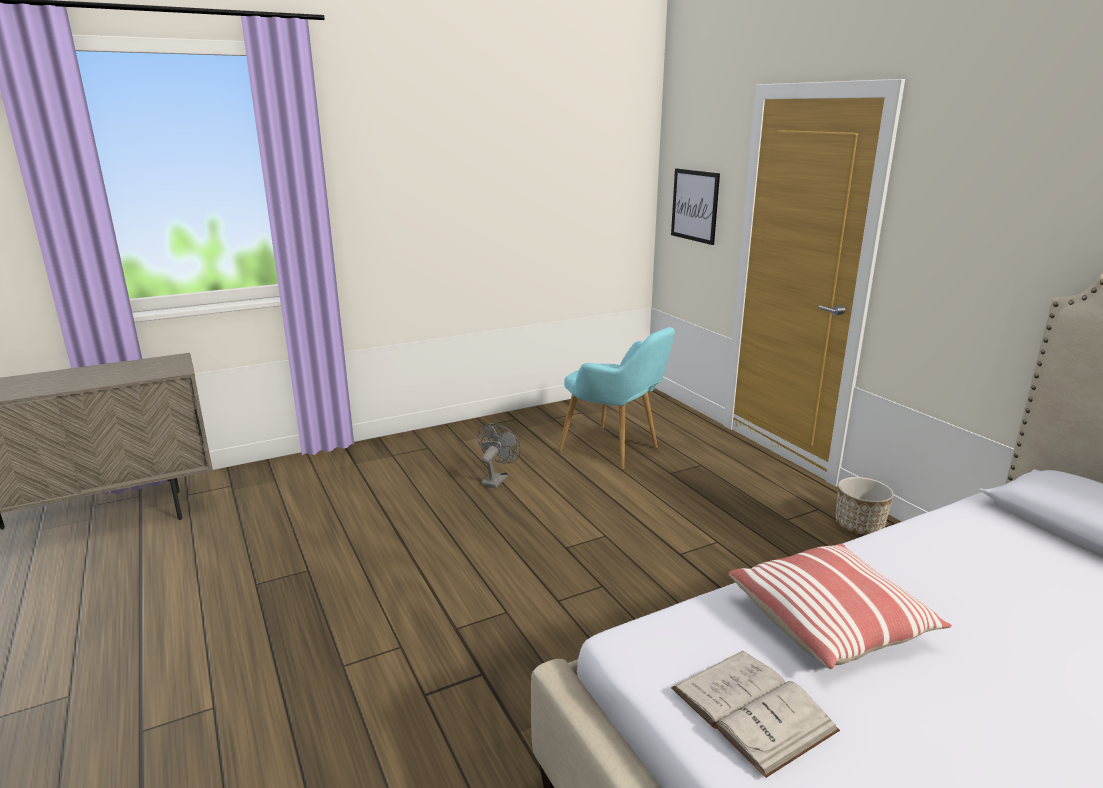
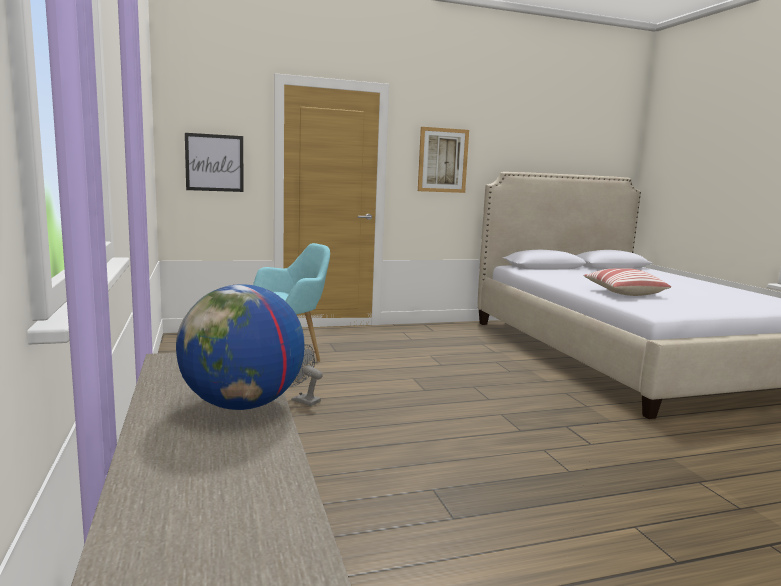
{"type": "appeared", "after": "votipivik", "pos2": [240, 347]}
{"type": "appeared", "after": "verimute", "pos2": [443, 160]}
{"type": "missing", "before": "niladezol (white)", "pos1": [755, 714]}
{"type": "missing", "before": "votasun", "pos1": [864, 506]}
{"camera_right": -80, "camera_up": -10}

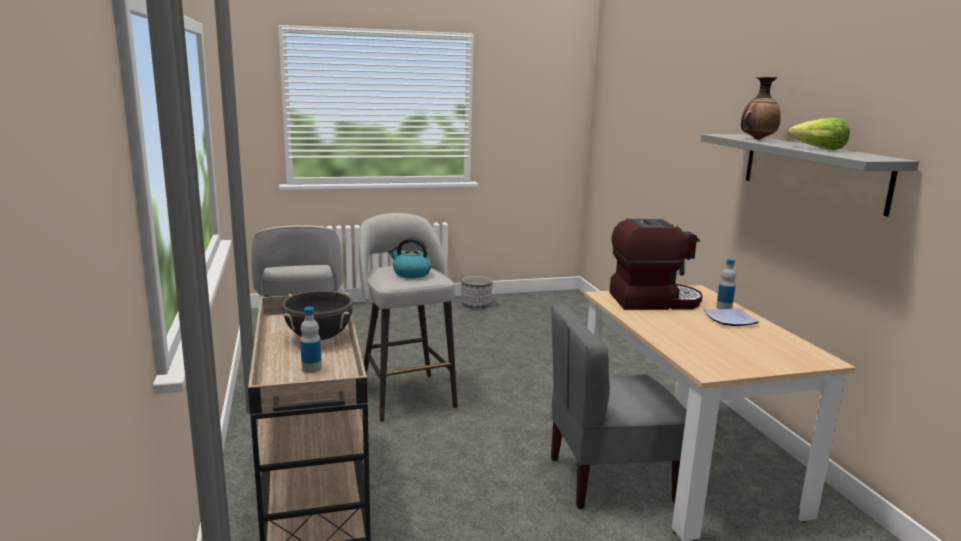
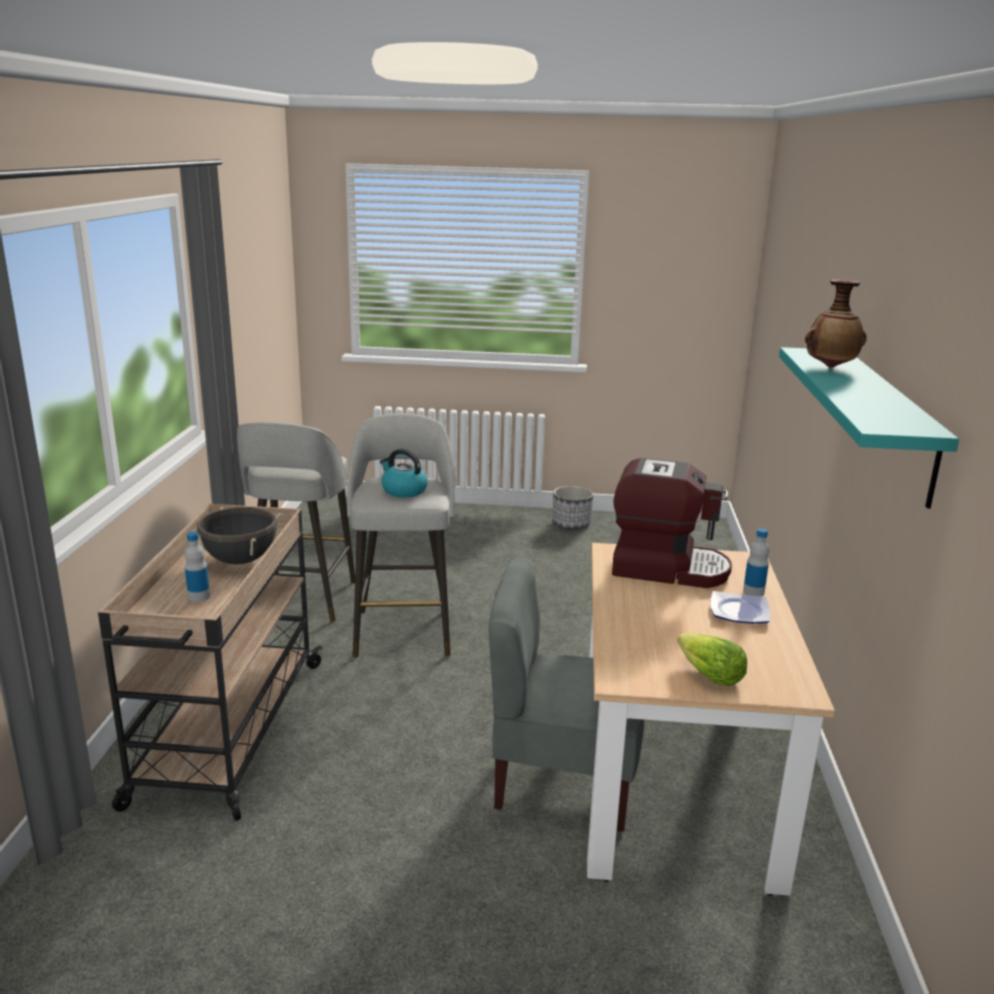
{"type": "relocated", "before": "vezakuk", "pos1": [819, 134], "pos2": [712, 659]}
{"type": "colour", "before": "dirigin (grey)", "after": "dirigin (turquoise)", "pos1": [810, 175], "pos2": [869, 428]}
{"camera_right": 20, "camera_up": 5}

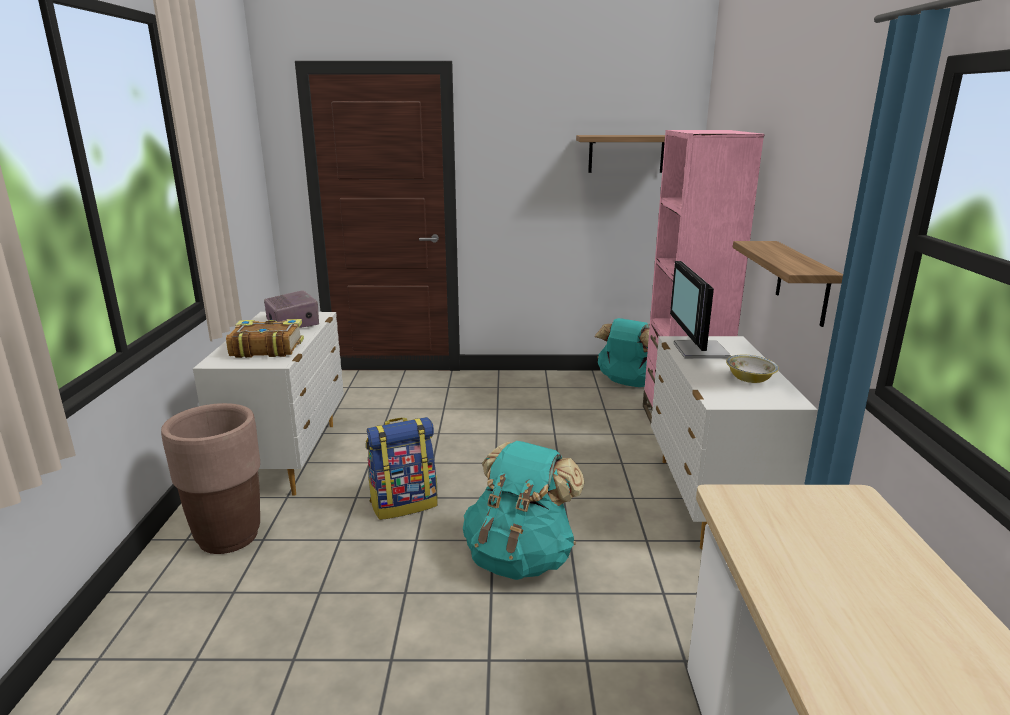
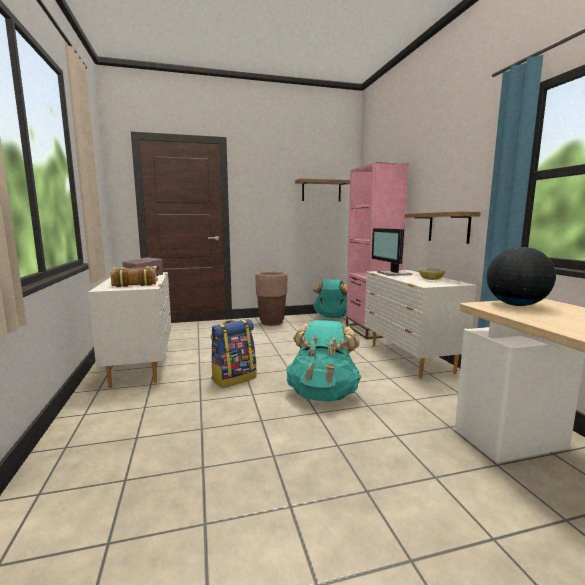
{"type": "relocated", "before": "votasun (brown)", "pos1": [210, 478], "pos2": [271, 298]}
{"type": "appeared", "after": "votipivik", "pos2": [521, 276]}
{"camera_right": -15, "camera_up": -10}

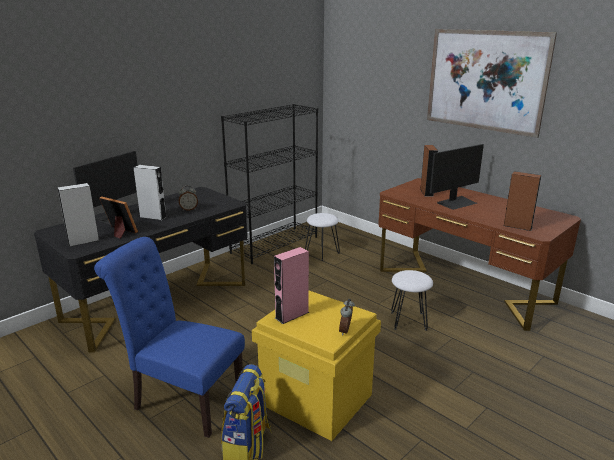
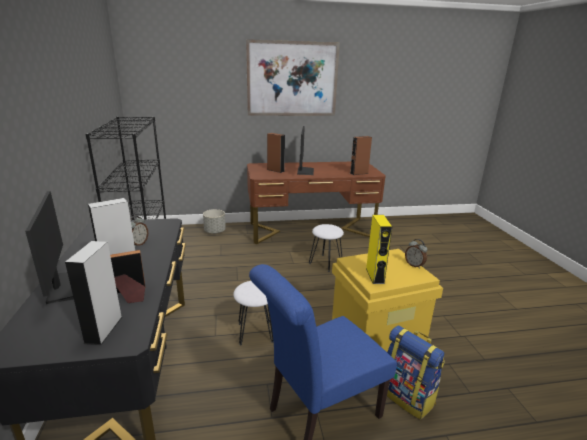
{"type": "appeared", "after": "votasun (grey)", "pos2": [214, 221]}
{"type": "relocated", "before": "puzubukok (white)", "pos1": [322, 237], "pos2": [253, 313]}
{"type": "colour", "before": "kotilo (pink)", "after": "kotilo (yellow)", "pos1": [291, 285], "pos2": [379, 249]}
{"camera_right": -55, "camera_up": 0}

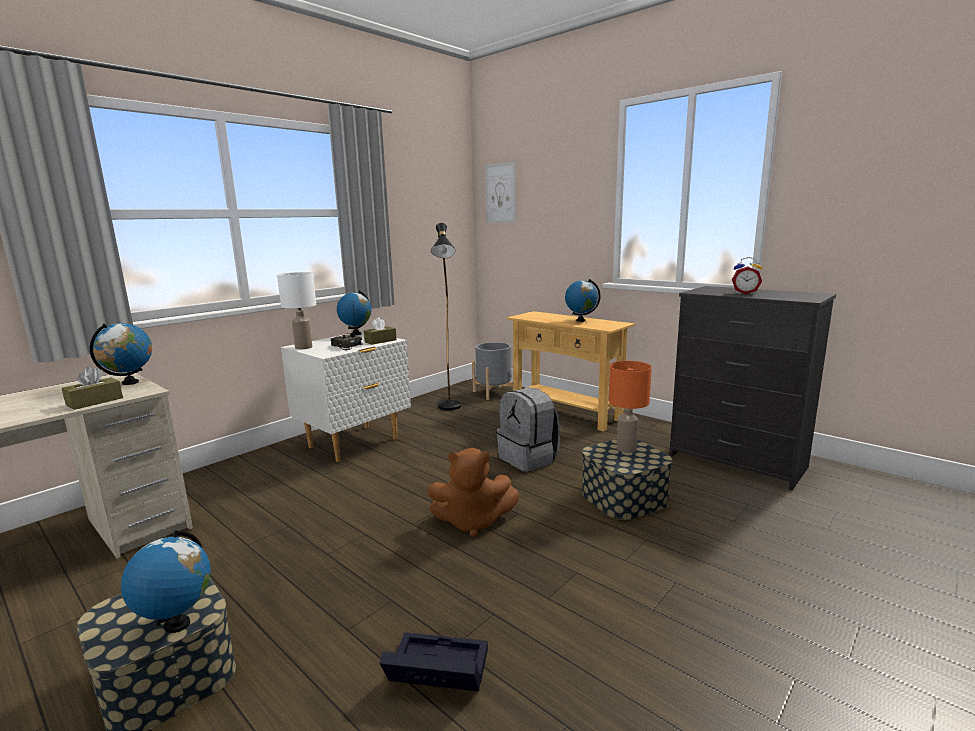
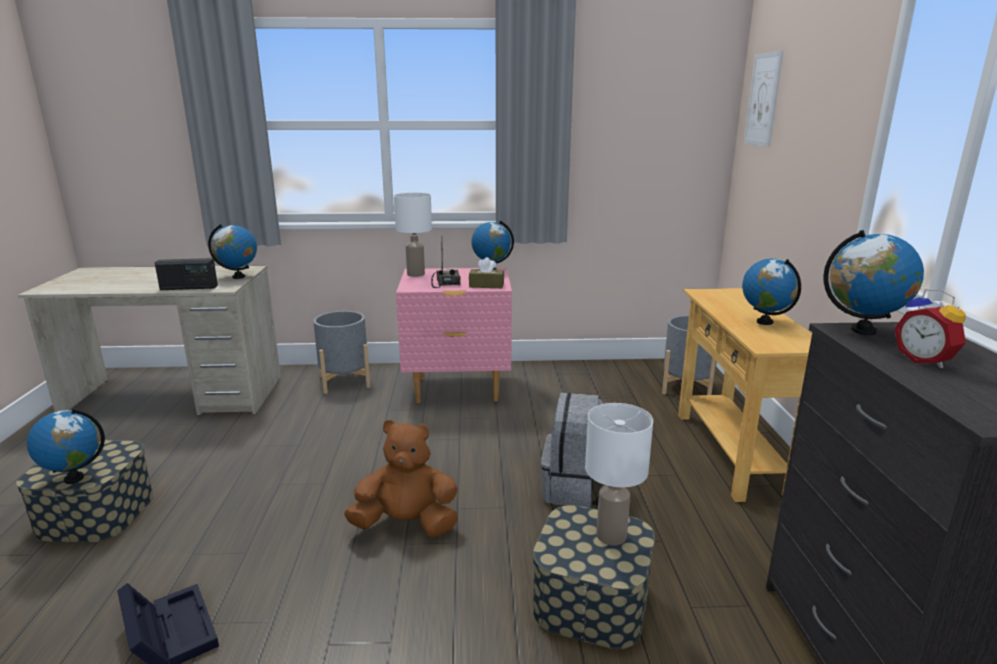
{"type": "exchanged", "before": "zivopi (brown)", "after": "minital", "pos1": [92, 388], "pos2": [186, 274]}
{"type": "appeared", "after": "votasun (grey)", "pos2": [342, 352]}
{"type": "spun", "before": "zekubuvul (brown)", "pos1": [473, 492], "pos2": [401, 478], "turn": 135}
{"type": "colour", "before": "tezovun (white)", "after": "tezovun (pink)", "pos1": [346, 396], "pos2": [454, 335]}
{"type": "colour", "before": "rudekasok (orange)", "after": "rudekasok (white)", "pos1": [630, 407], "pos2": [619, 474]}
{"type": "appeared", "after": "votipivik", "pos2": [874, 282]}
{"type": "missing", "before": "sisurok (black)", "pos1": [446, 316]}
{"camera_right": 45, "camera_up": 5}

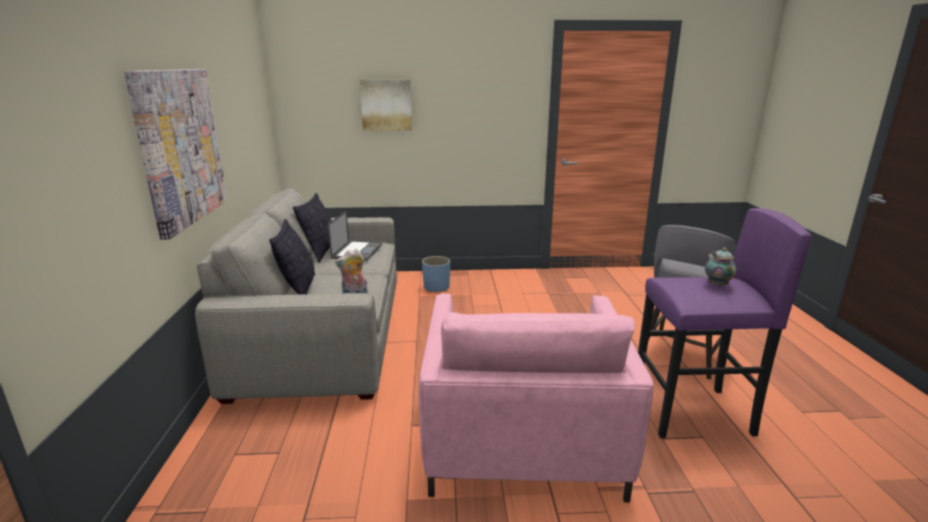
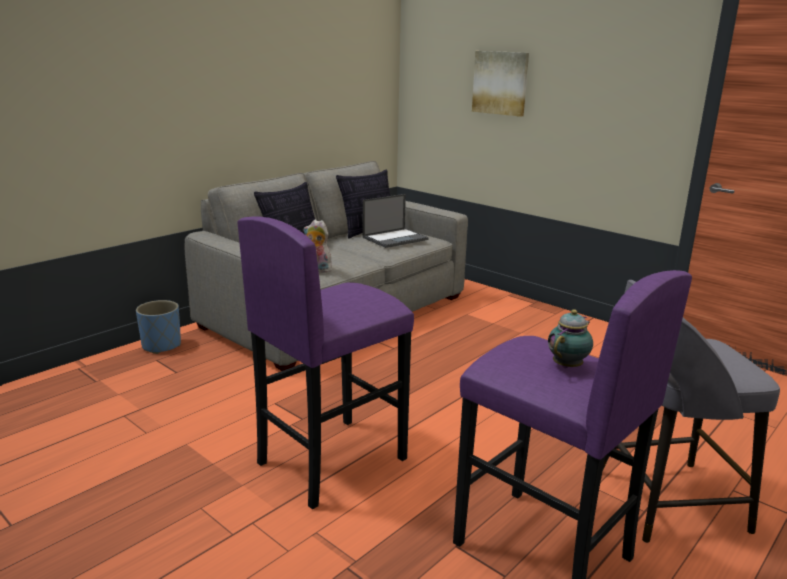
{"type": "relocated", "before": "votasun (blue)", "pos1": [436, 274], "pos2": [158, 327]}
{"type": "exchanged", "before": "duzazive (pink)", "after": "puzubukok (purple)", "pos1": [536, 398], "pos2": [326, 363]}
{"type": "missing", "before": "verimute", "pos1": [176, 154]}
{"camera_right": 45, "camera_up": 0}

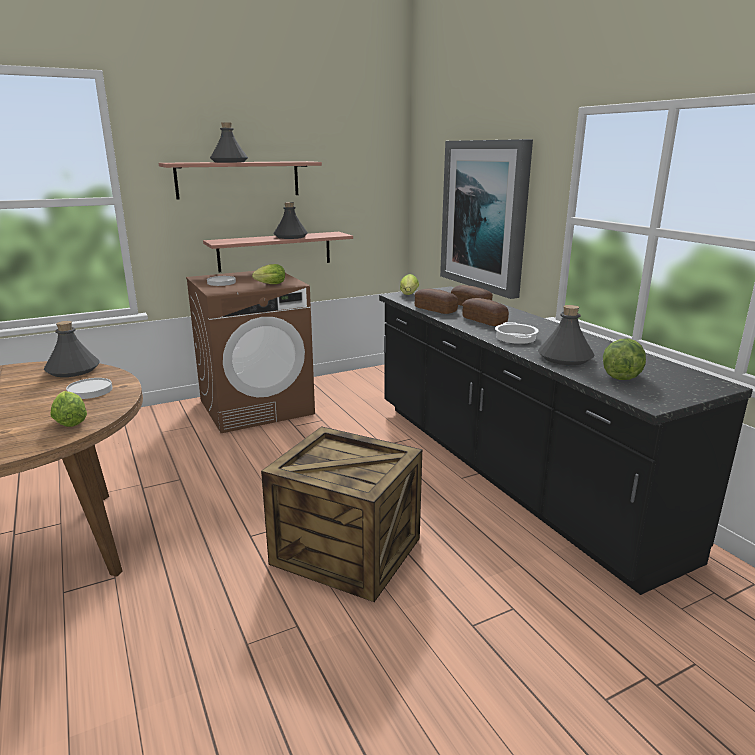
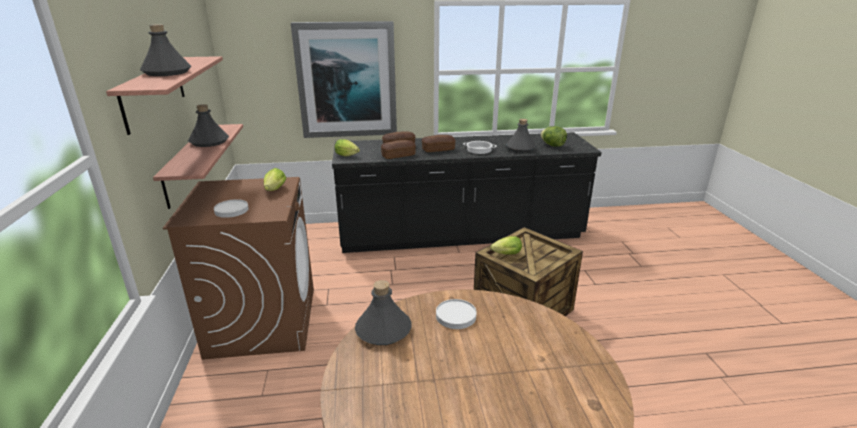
{"type": "relocated", "before": "vezakuk", "pos1": [68, 409], "pos2": [506, 245]}
{"camera_right": -70, "camera_up": 5}

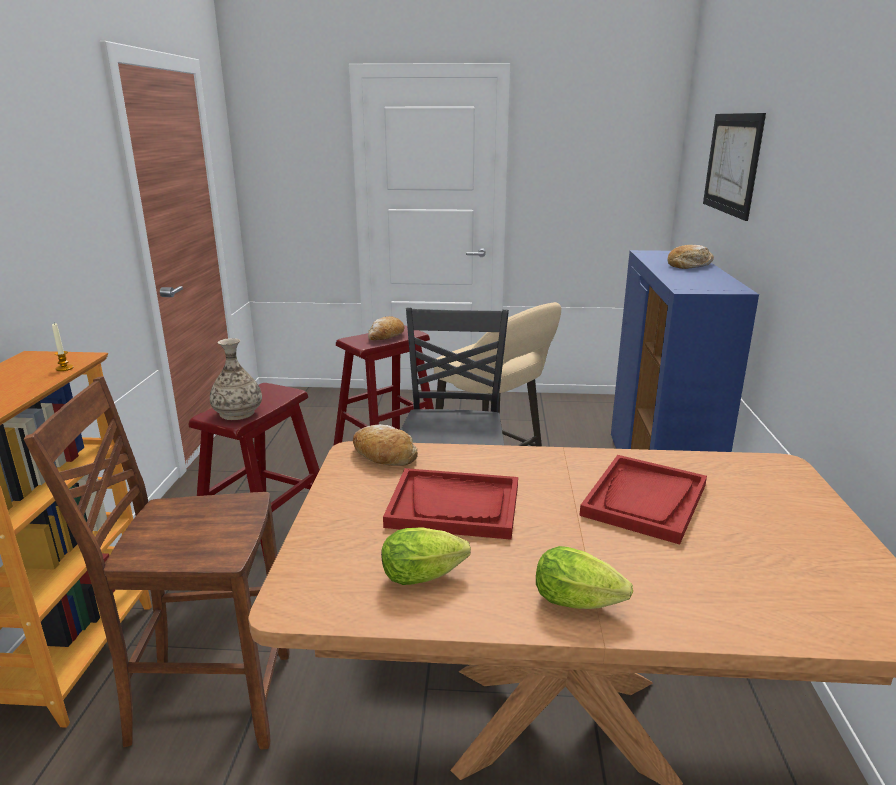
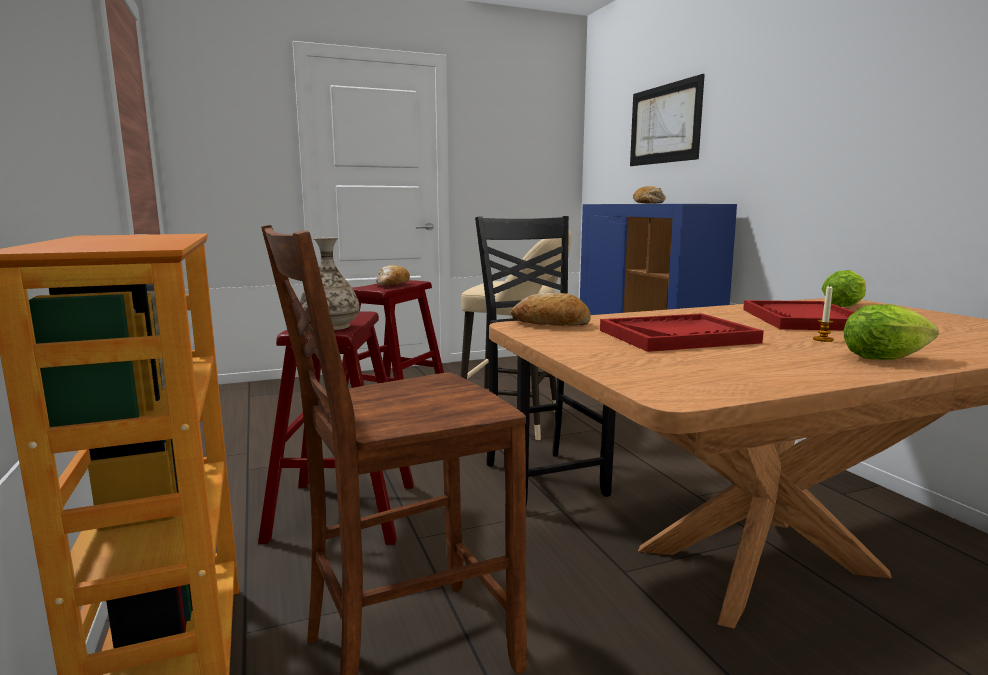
{"type": "relocated", "before": "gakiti", "pos1": [63, 347], "pos2": [823, 314]}
{"type": "relocated", "before": "vezakuk", "pos1": [426, 556], "pos2": [844, 288]}
{"camera_right": -25, "camera_up": -10}

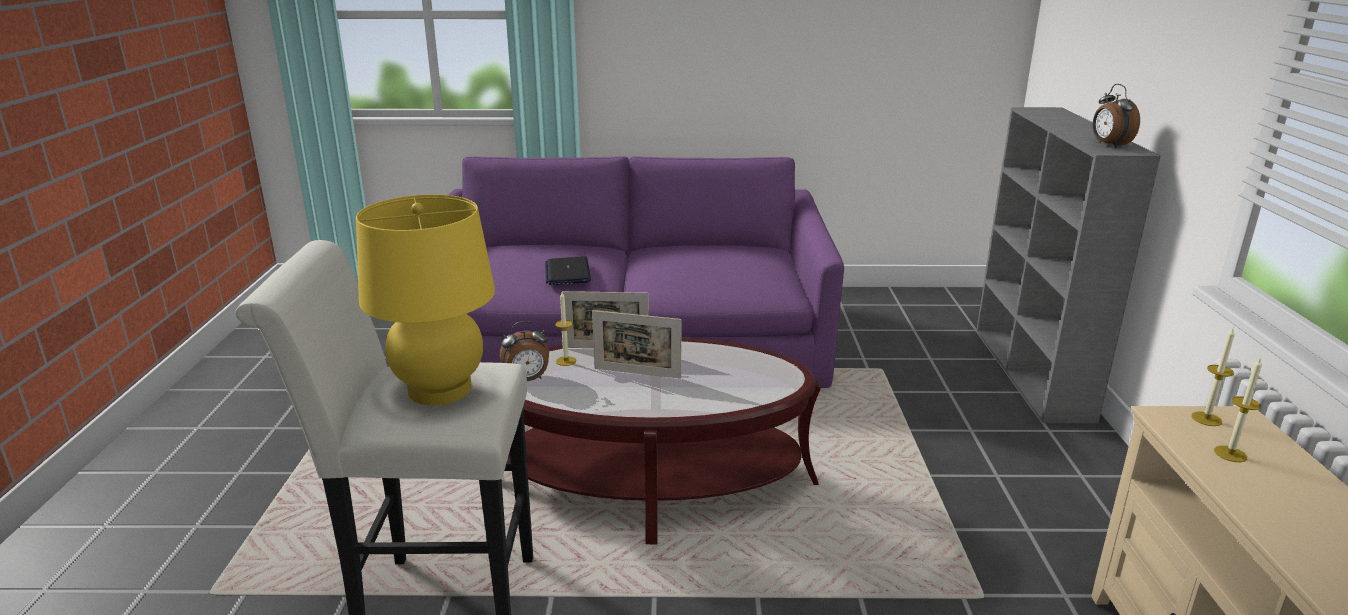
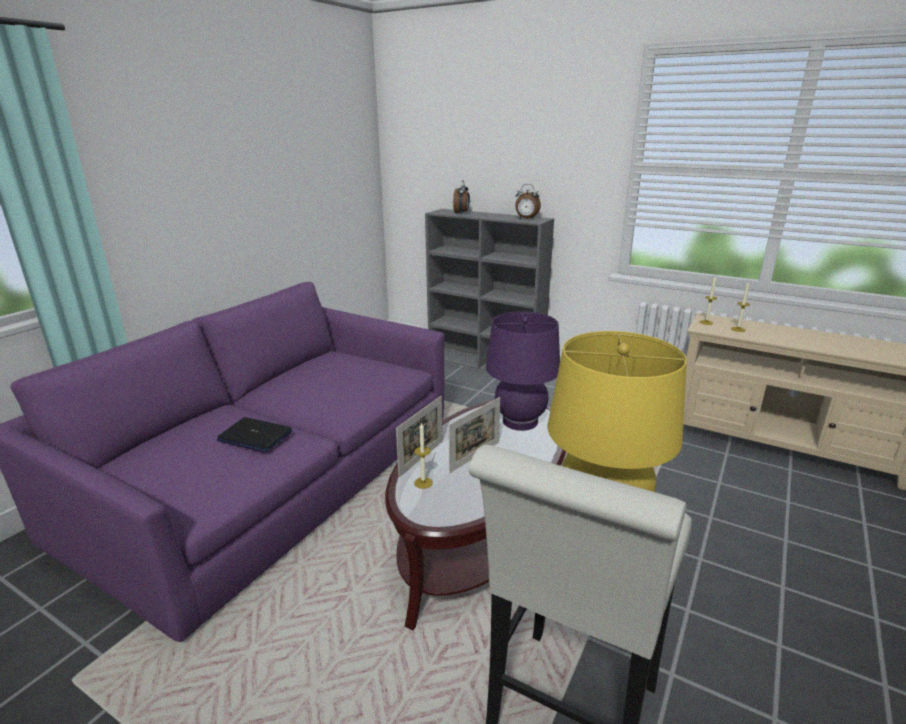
{"type": "relocated", "before": "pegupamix", "pos1": [524, 351], "pos2": [461, 197]}
{"type": "appeared", "after": "rudekasok (purple)", "pos2": [523, 371]}
{"camera_right": -60, "camera_up": 0}

